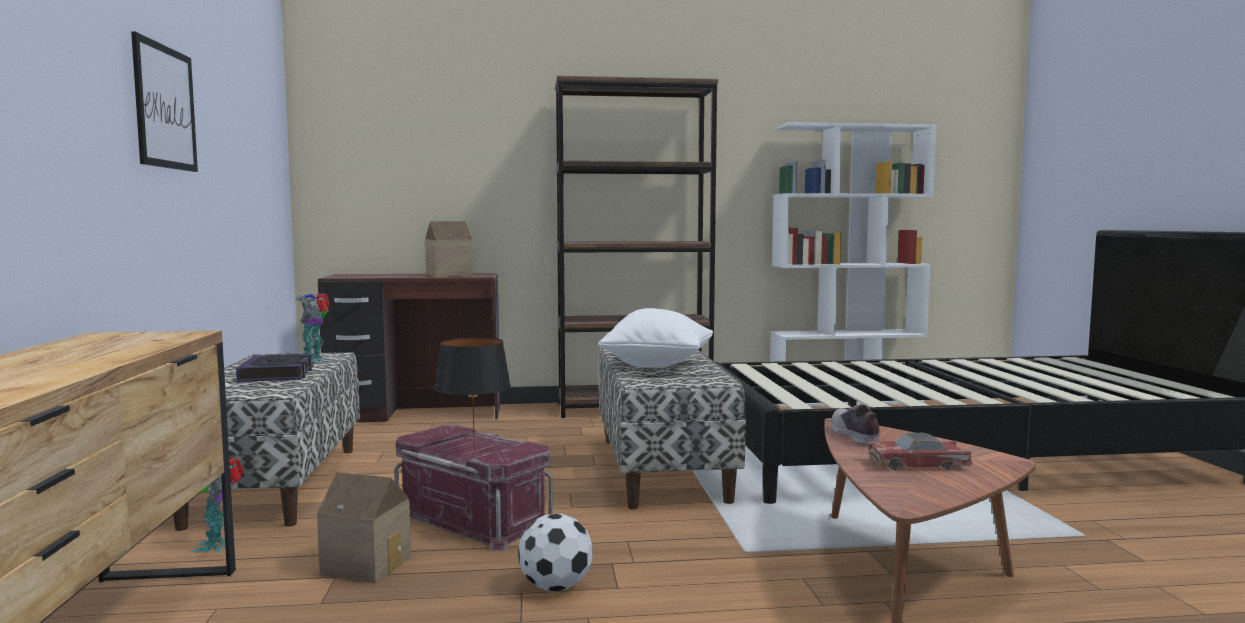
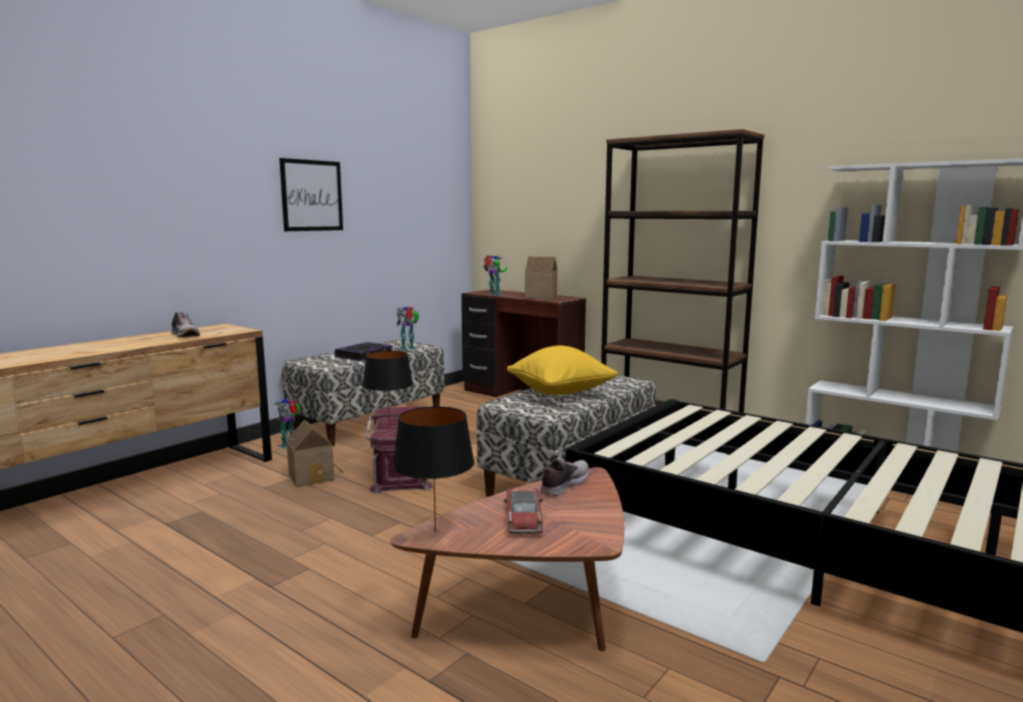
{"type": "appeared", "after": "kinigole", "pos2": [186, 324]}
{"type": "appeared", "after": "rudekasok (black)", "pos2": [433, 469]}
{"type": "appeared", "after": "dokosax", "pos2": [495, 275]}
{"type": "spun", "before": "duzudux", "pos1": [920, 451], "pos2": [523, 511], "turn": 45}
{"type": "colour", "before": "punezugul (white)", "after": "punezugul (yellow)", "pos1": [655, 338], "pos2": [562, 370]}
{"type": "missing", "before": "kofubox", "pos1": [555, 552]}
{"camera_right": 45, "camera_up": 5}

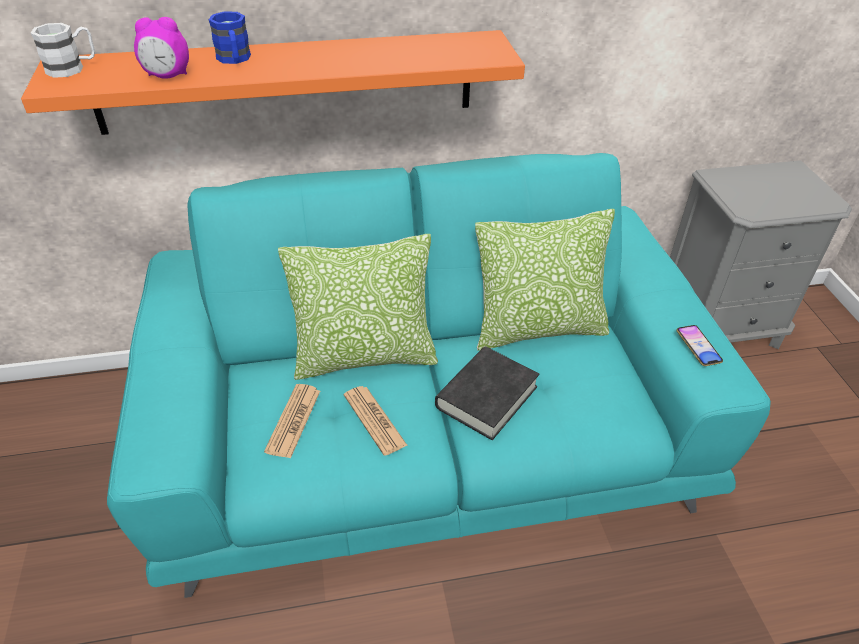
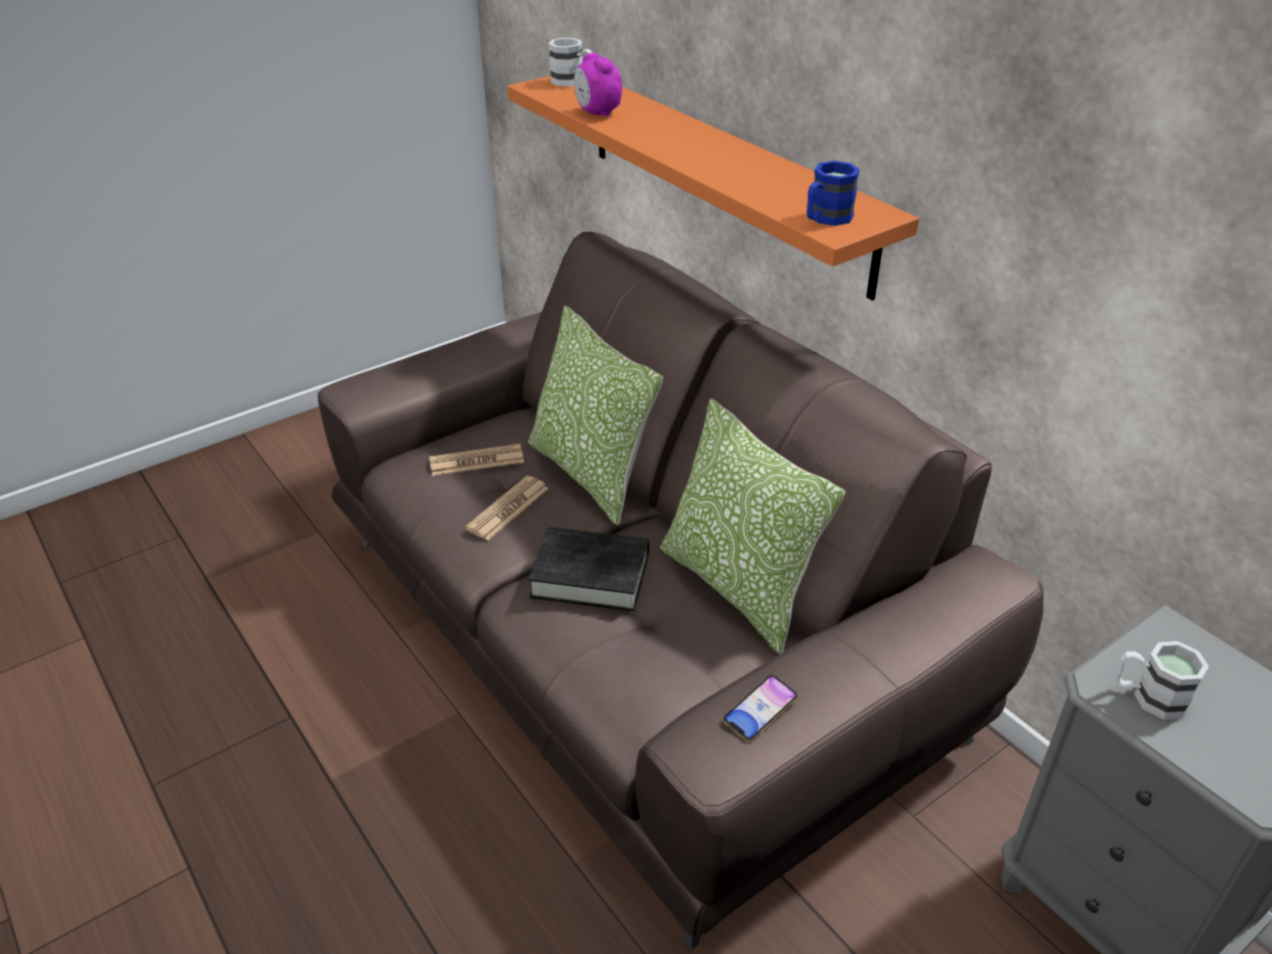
{"type": "colour", "before": "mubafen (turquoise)", "after": "mubafen (brown)", "pos1": [439, 375], "pos2": [681, 590]}
{"type": "relocated", "before": "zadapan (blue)", "pos1": [229, 37], "pos2": [833, 193]}
{"type": "appeared", "after": "zadapan (white)", "pos2": [1162, 680]}
{"camera_right": 65, "camera_up": -5}

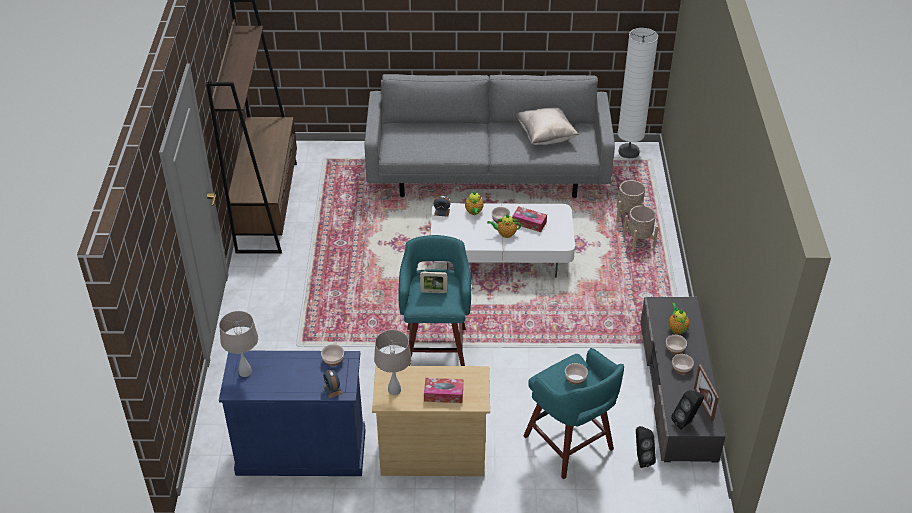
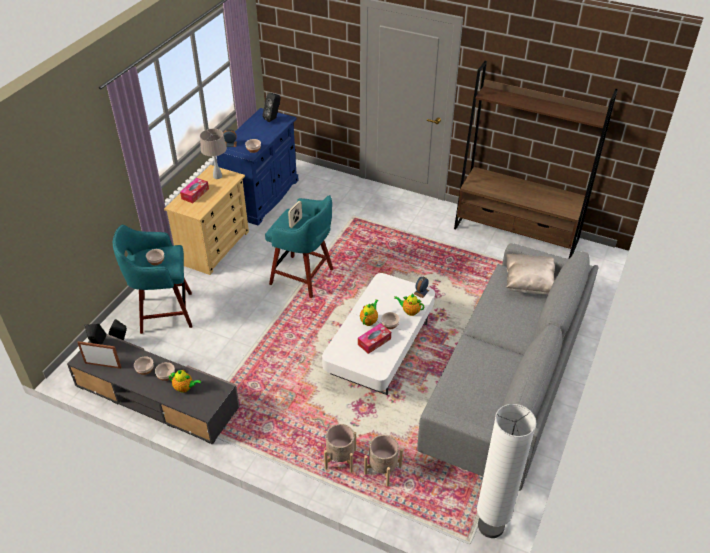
{"type": "exchanged", "before": "rudekasok (beige)", "after": "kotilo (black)", "pos1": [238, 344], "pos2": [271, 107]}
{"type": "relocated", "before": "punezugul (beige)", "pos1": [547, 126], "pos2": [530, 274]}
{"camera_right": 115, "camera_up": 0}

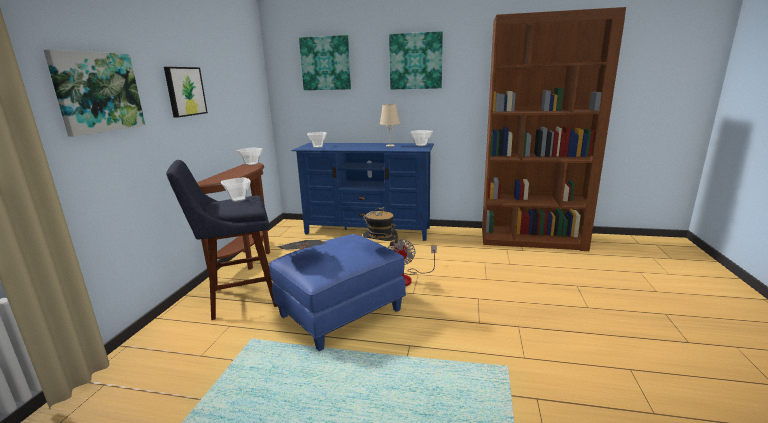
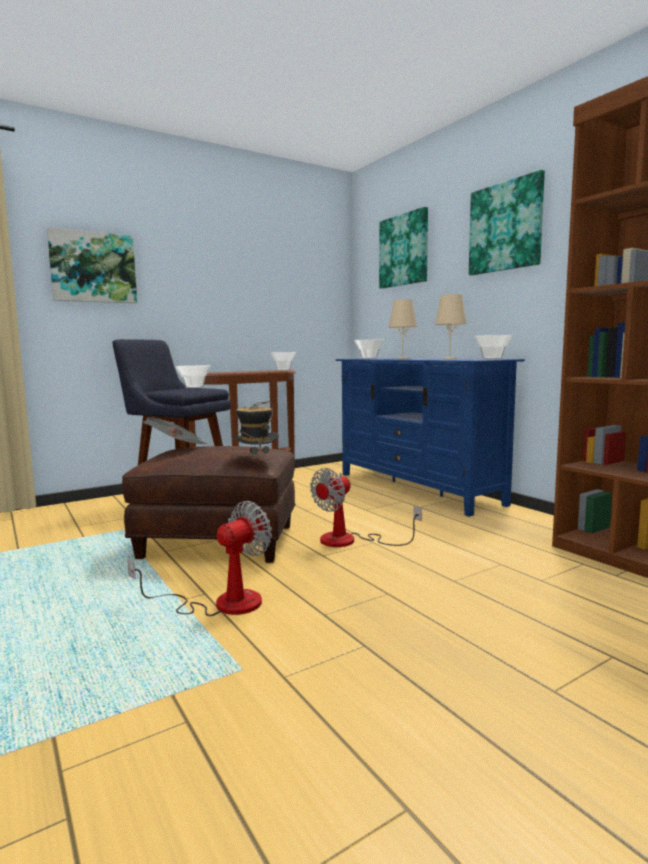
{"type": "colour", "before": "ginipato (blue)", "after": "ginipato (brown)", "pos1": [337, 292], "pos2": [208, 504]}
{"type": "appeared", "after": "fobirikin", "pos2": [200, 558]}
{"type": "appeared", "after": "rudekasok (beige)", "pos2": [403, 329]}
{"type": "missing", "before": "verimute", "pos1": [186, 92]}
{"camera_right": 45, "camera_up": -10}

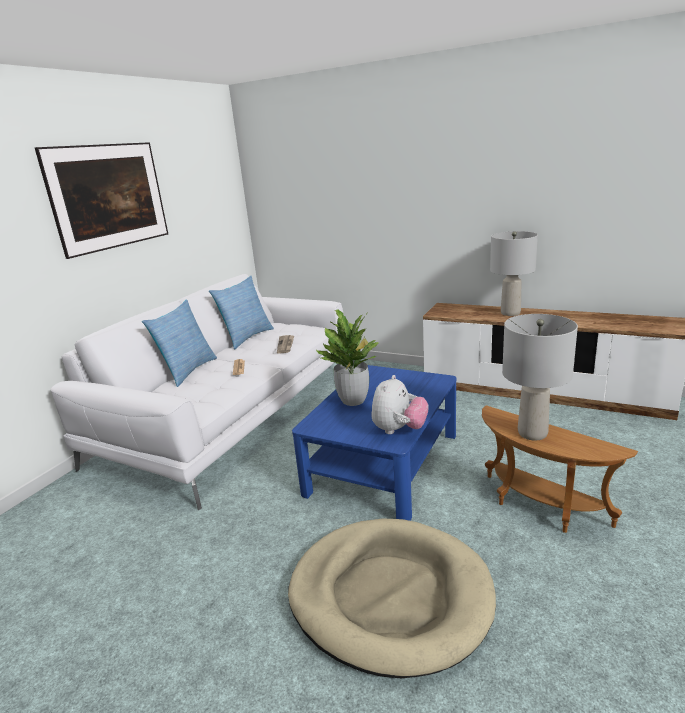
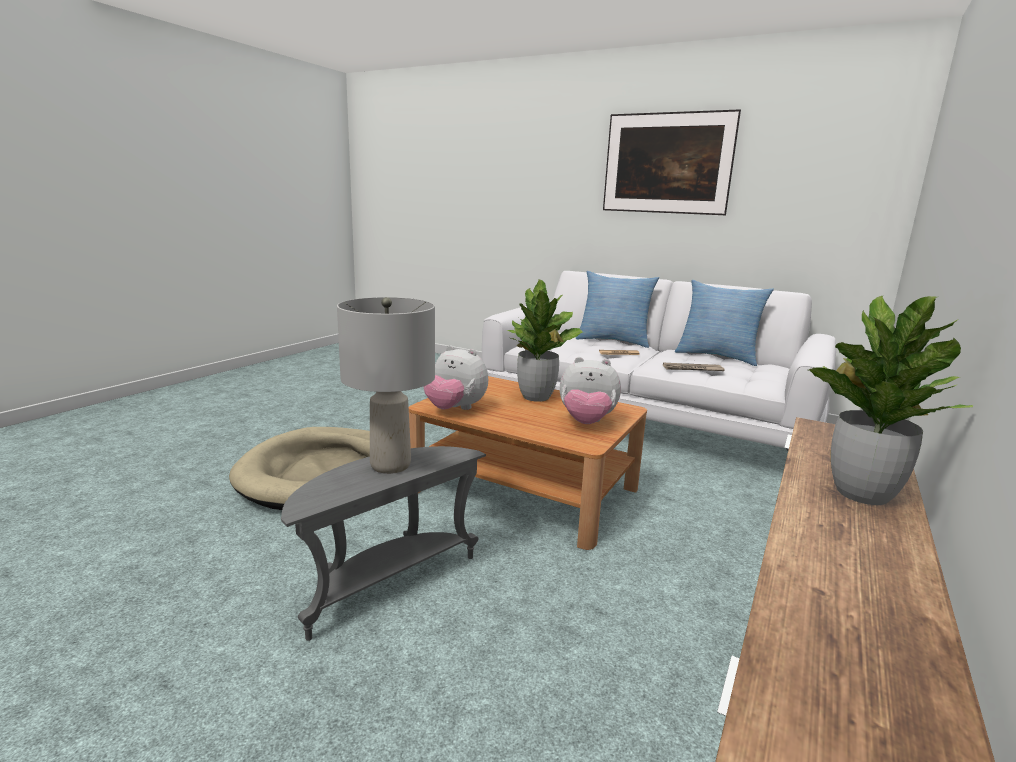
{"type": "colour", "before": "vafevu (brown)", "after": "vafevu (grey)", "pos1": [560, 469], "pos2": [383, 543]}
{"type": "colour", "before": "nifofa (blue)", "after": "nifofa (brown)", "pos1": [374, 443], "pos2": [528, 463]}
{"type": "appeared", "after": "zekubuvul", "pos2": [590, 390]}
{"type": "exchanged", "before": "rudekasok (grey)", "after": "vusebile", "pos1": [514, 273], "pos2": [891, 400]}
{"camera_right": 90, "camera_up": -5}

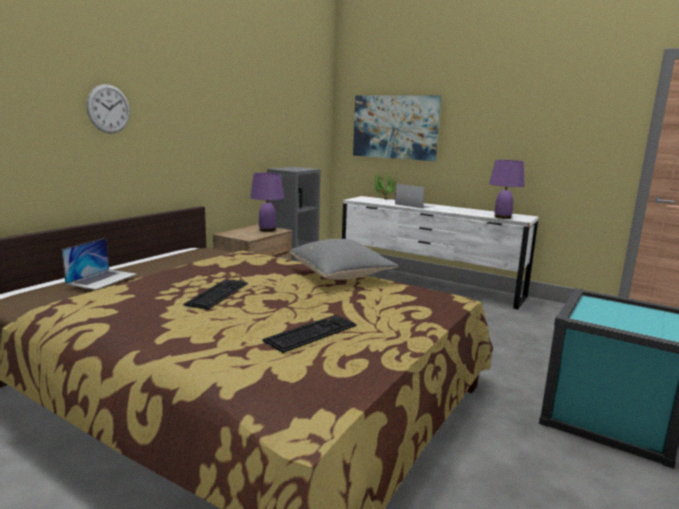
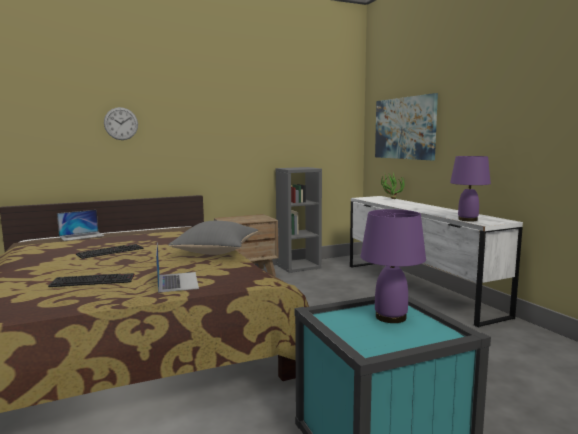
{"type": "relocated", "before": "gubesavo", "pos1": [414, 196], "pos2": [177, 268]}
{"type": "relocated", "before": "rudekasok (purple)", "pos1": [267, 202], "pos2": [393, 266]}
{"camera_right": 35, "camera_up": -5}

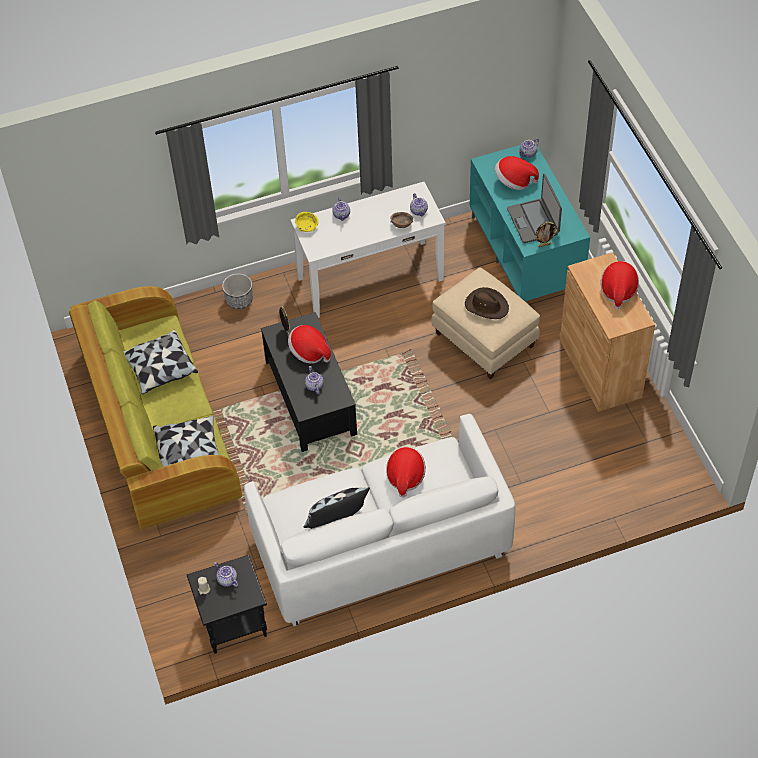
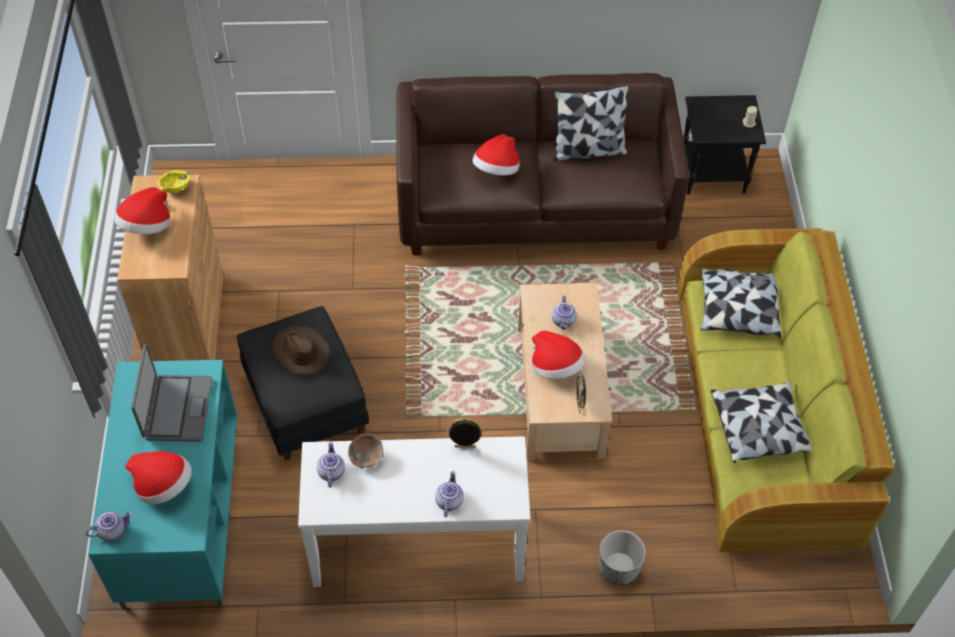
{"type": "relocated", "before": "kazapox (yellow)", "pos1": [306, 222], "pos2": [173, 181]}
{"type": "colour", "before": "ginipato (beige)", "after": "ginipato (black)", "pos1": [485, 323], "pos2": [303, 383]}
{"type": "colour", "before": "mubafen (white)", "after": "mubafen (brown)", "pos1": [379, 520], "pos2": [542, 164]}
{"type": "relocated", "before": "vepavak", "pos1": [546, 234], "pos2": [465, 433]}
{"type": "colour", "before": "nifofa (black)", "after": "nifofa (beige)", "pos1": [309, 382], "pos2": [565, 372]}
{"type": "missing", "before": "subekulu", "pos1": [226, 574]}
{"camera_right": -165, "camera_up": 0}

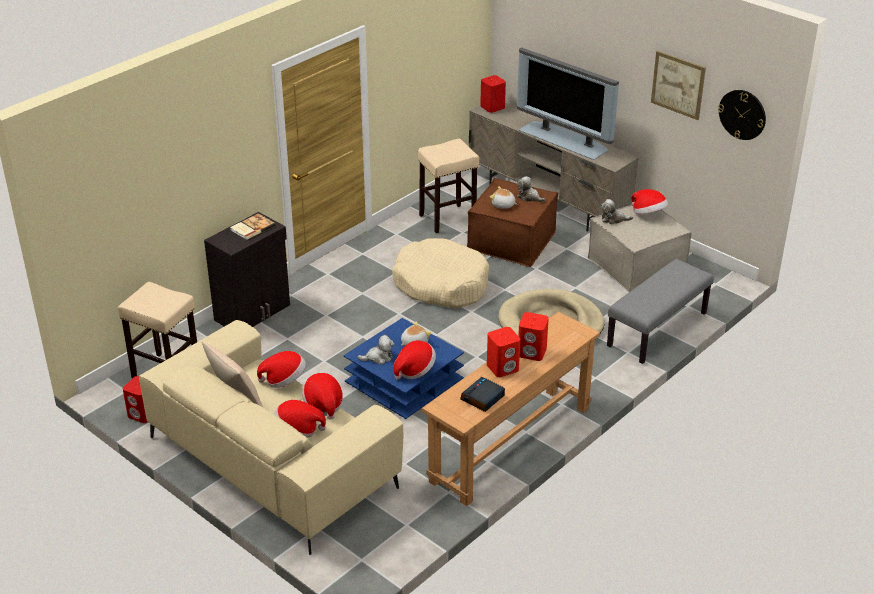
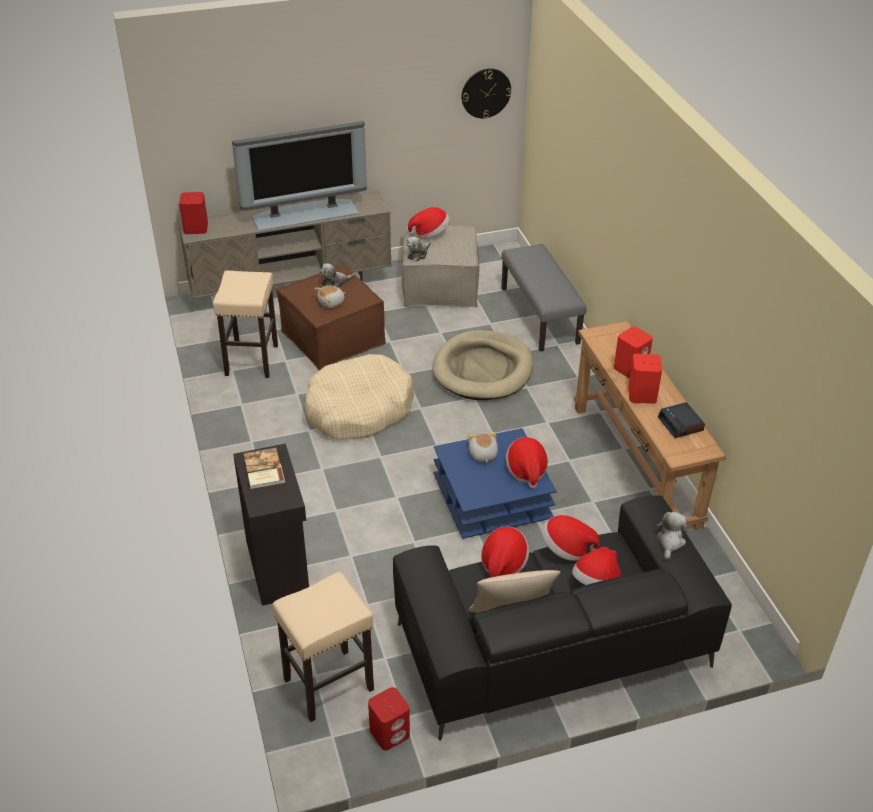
{"type": "colour", "before": "mubafen (beige)", "after": "mubafen (black)", "pos1": [271, 437], "pos2": [562, 618]}
{"type": "relocated", "before": "zekubuvul", "pos1": [376, 350], "pos2": [671, 536]}
{"type": "missing", "before": "verimute", "pos1": [678, 85]}
{"camera_right": -60, "camera_up": 5}

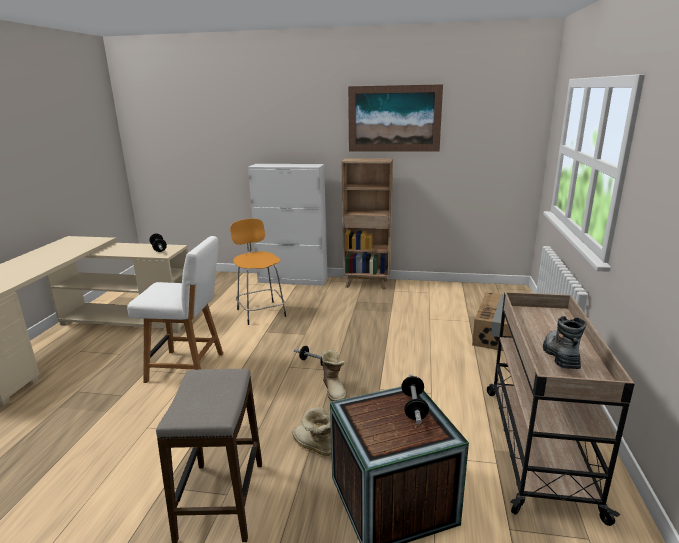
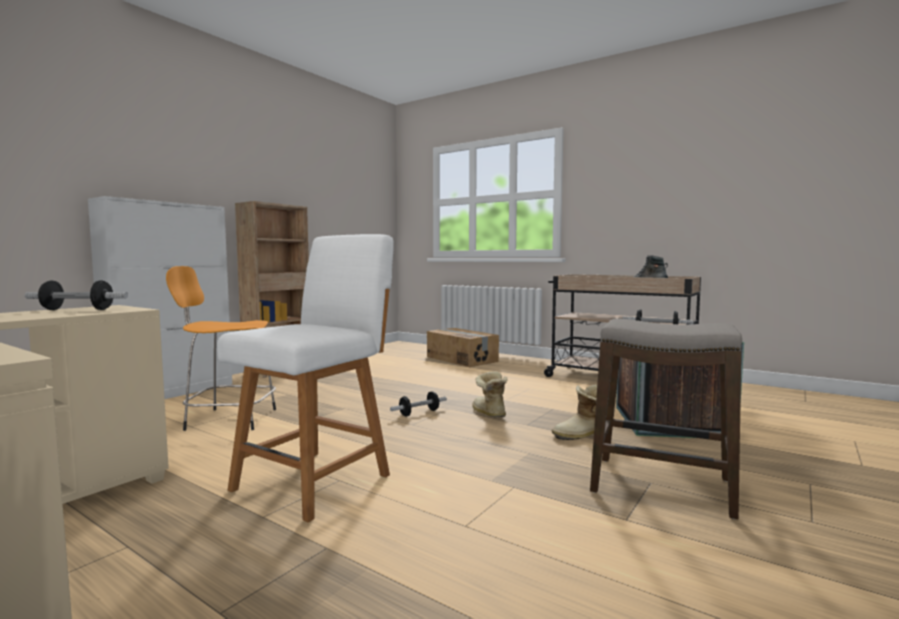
{"type": "spun", "before": "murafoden", "pos1": [334, 375], "pos2": [490, 394], "turn": -120}
{"type": "missing", "before": "verimute", "pos1": [395, 118]}
{"camera_right": -65, "camera_up": -15}

